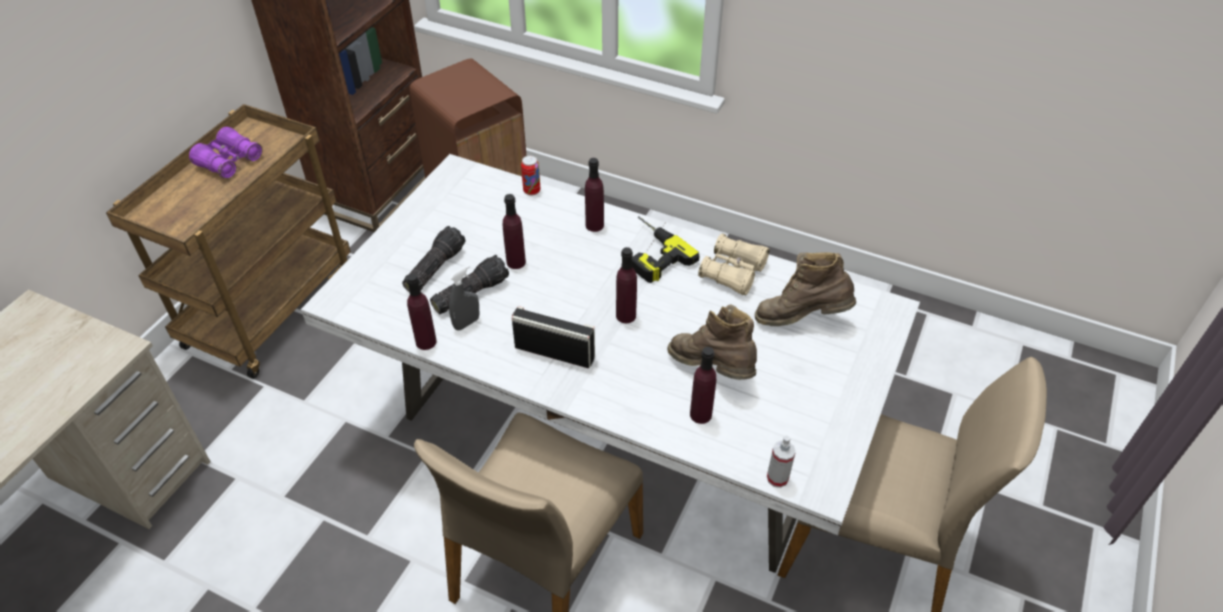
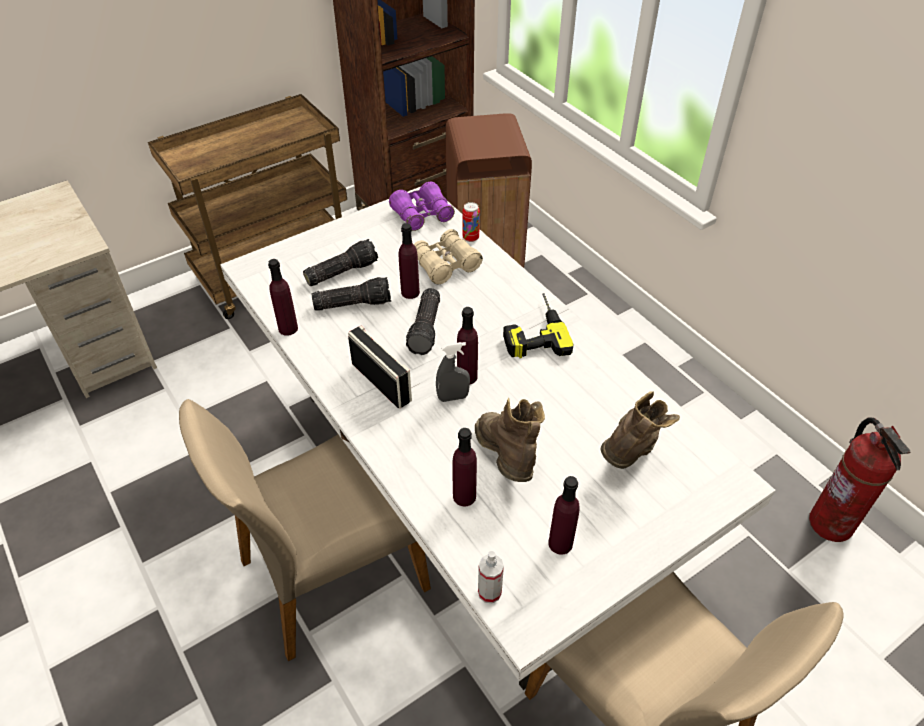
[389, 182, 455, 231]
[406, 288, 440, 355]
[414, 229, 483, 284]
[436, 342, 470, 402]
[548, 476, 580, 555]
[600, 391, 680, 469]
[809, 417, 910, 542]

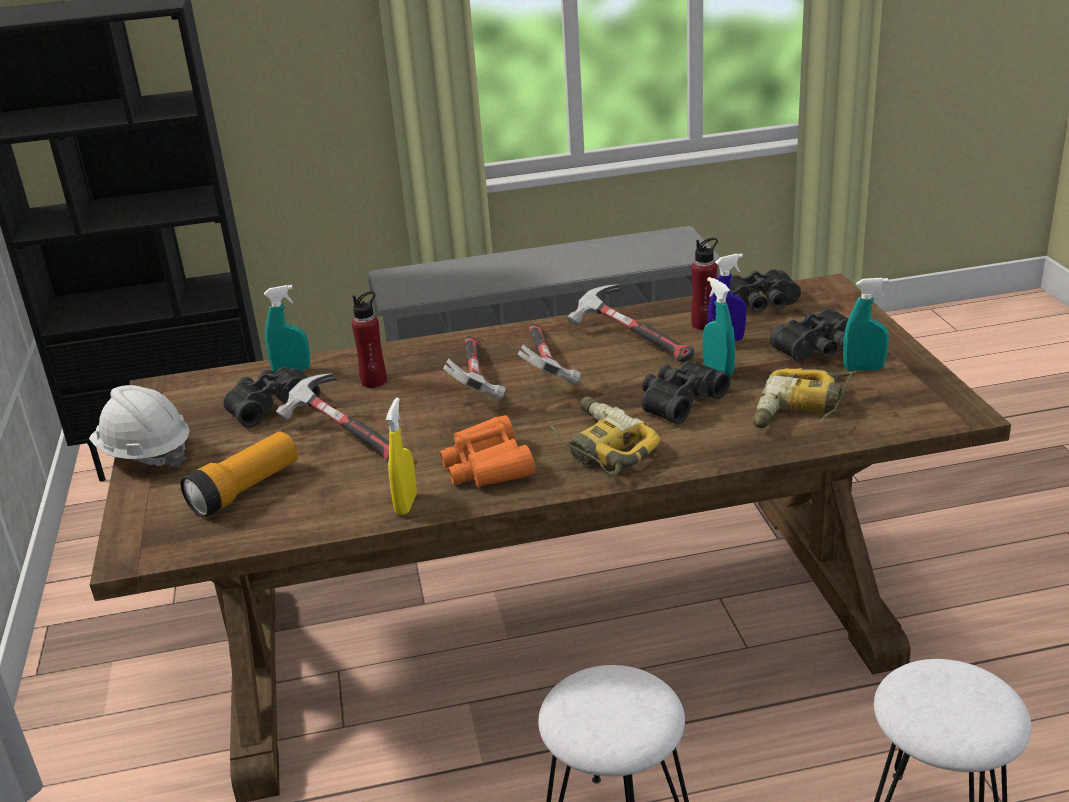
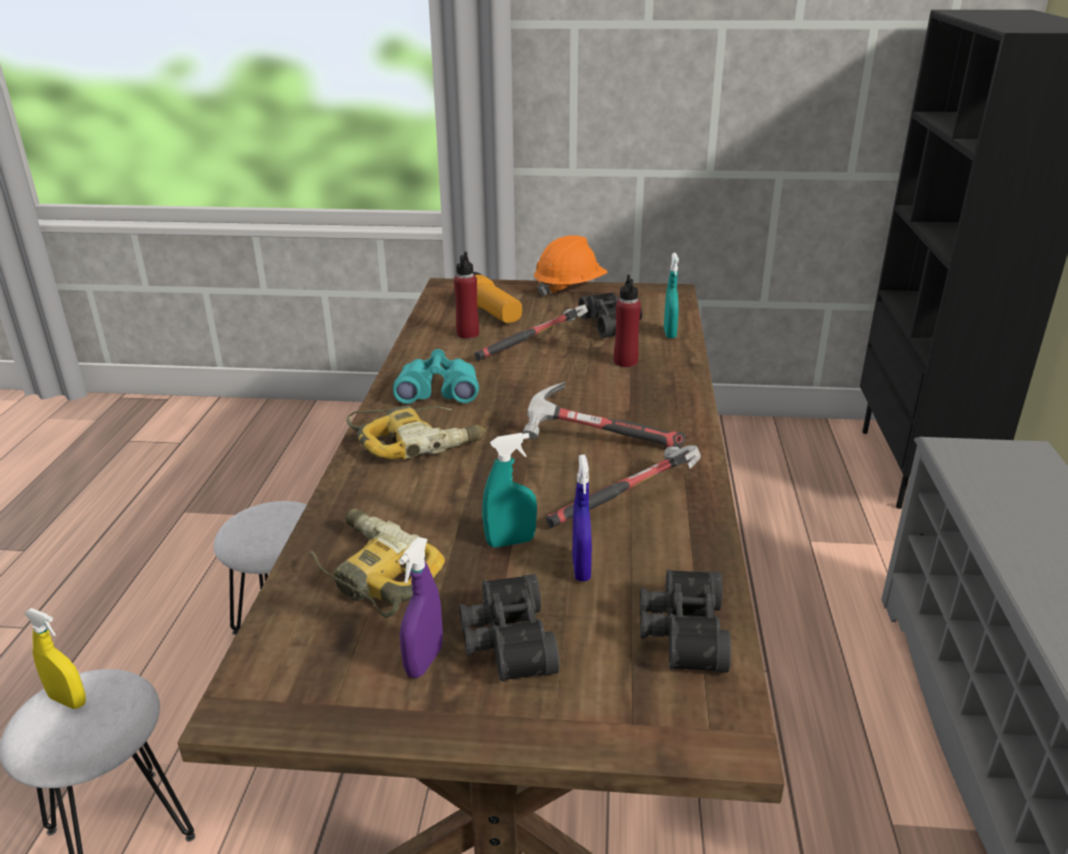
[24, 608, 86, 709]
[393, 349, 479, 404]
[399, 537, 443, 678]
[454, 252, 479, 339]
[534, 235, 608, 297]
[443, 336, 506, 401] (first image)
[642, 361, 730, 424] (first image)

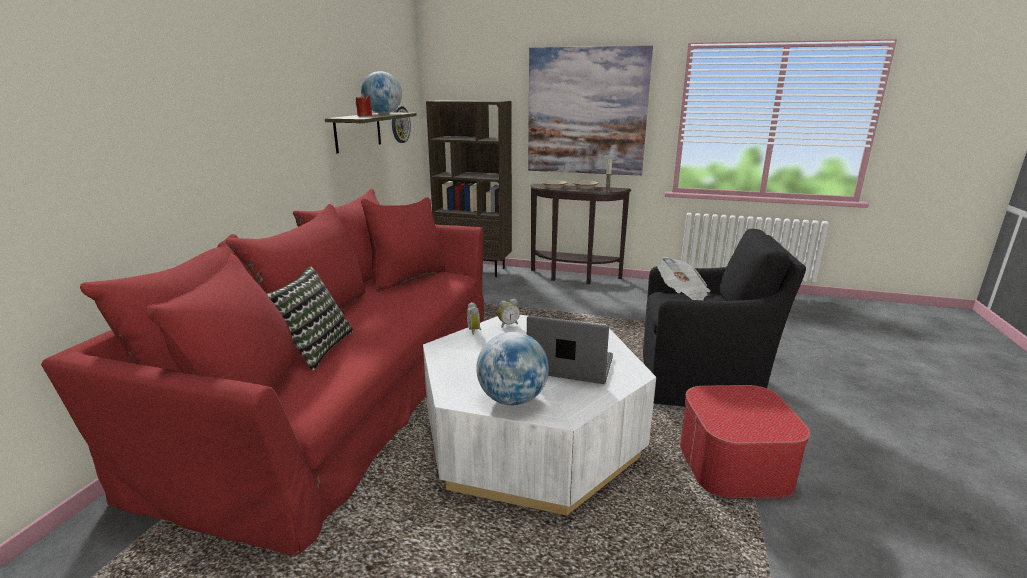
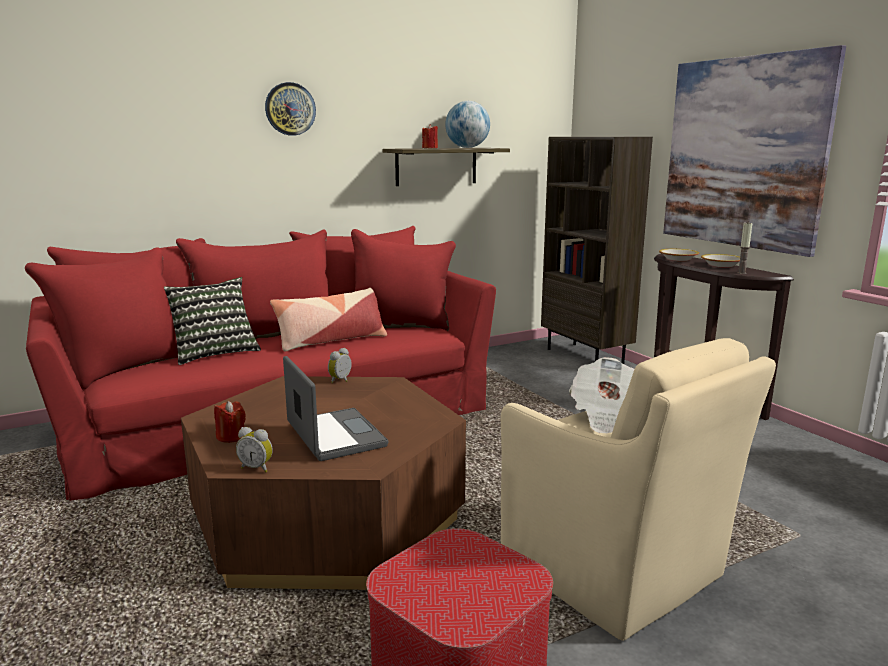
[181, 376, 466, 590]
[214, 401, 246, 443]
[236, 427, 273, 473]
[265, 82, 316, 135]
[270, 288, 387, 351]
[501, 338, 776, 641]

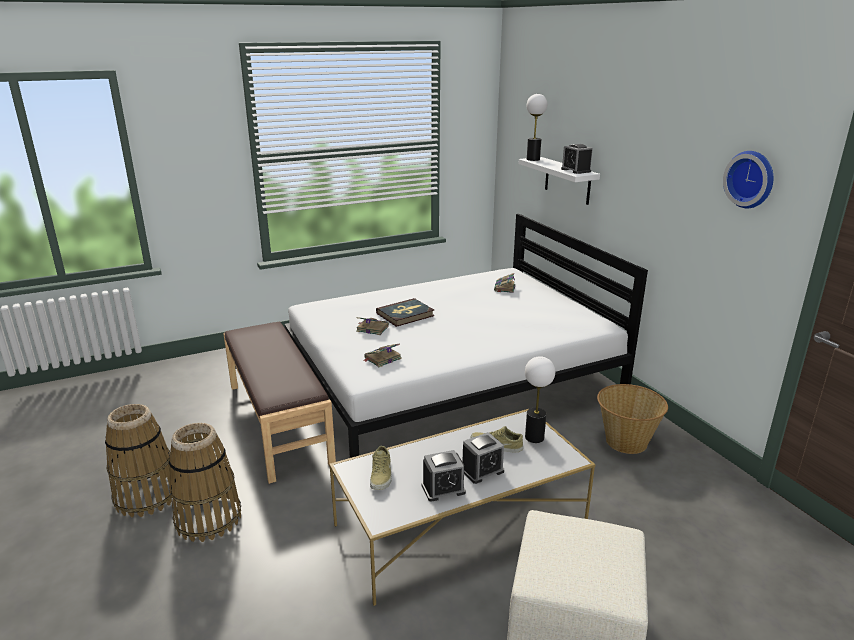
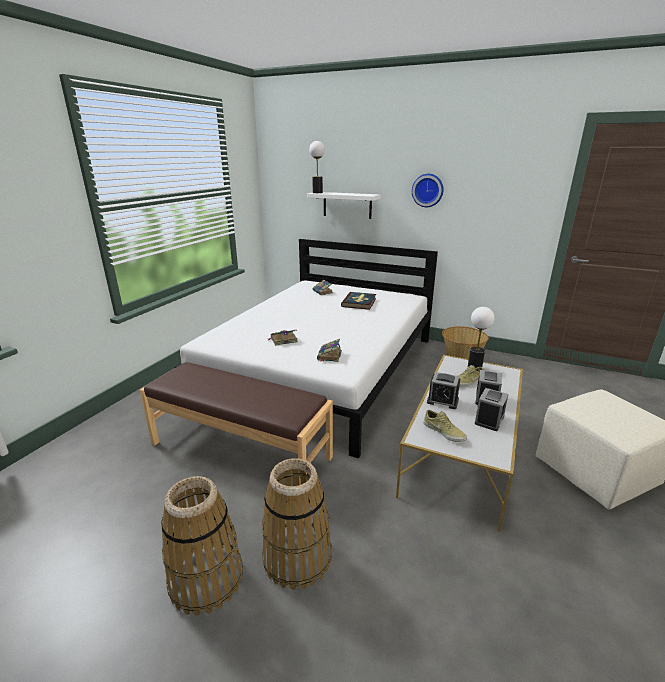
[341, 292, 376, 310]
[412, 174, 444, 207]
[427, 372, 460, 409]

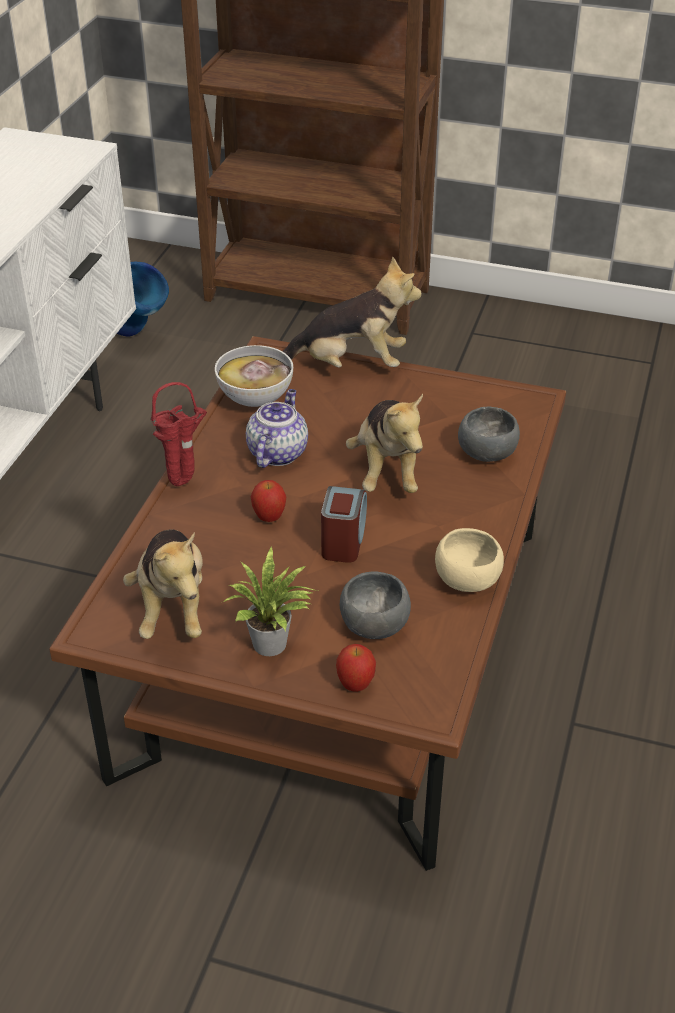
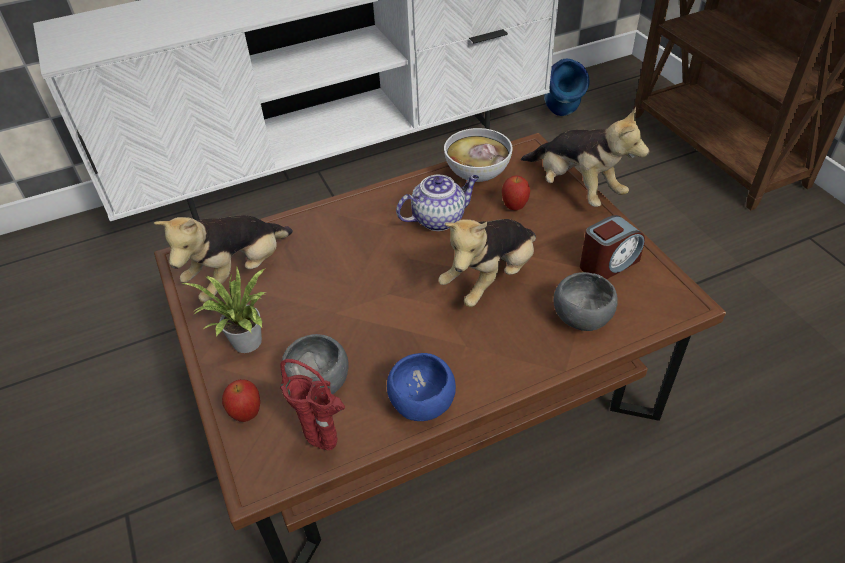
[280, 359, 345, 450]
[387, 353, 456, 421]
[502, 175, 530, 210]
[580, 215, 645, 279]

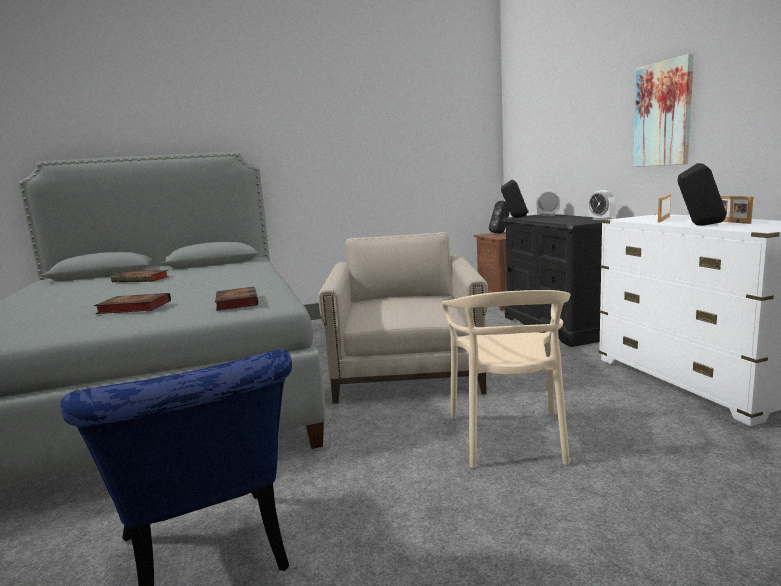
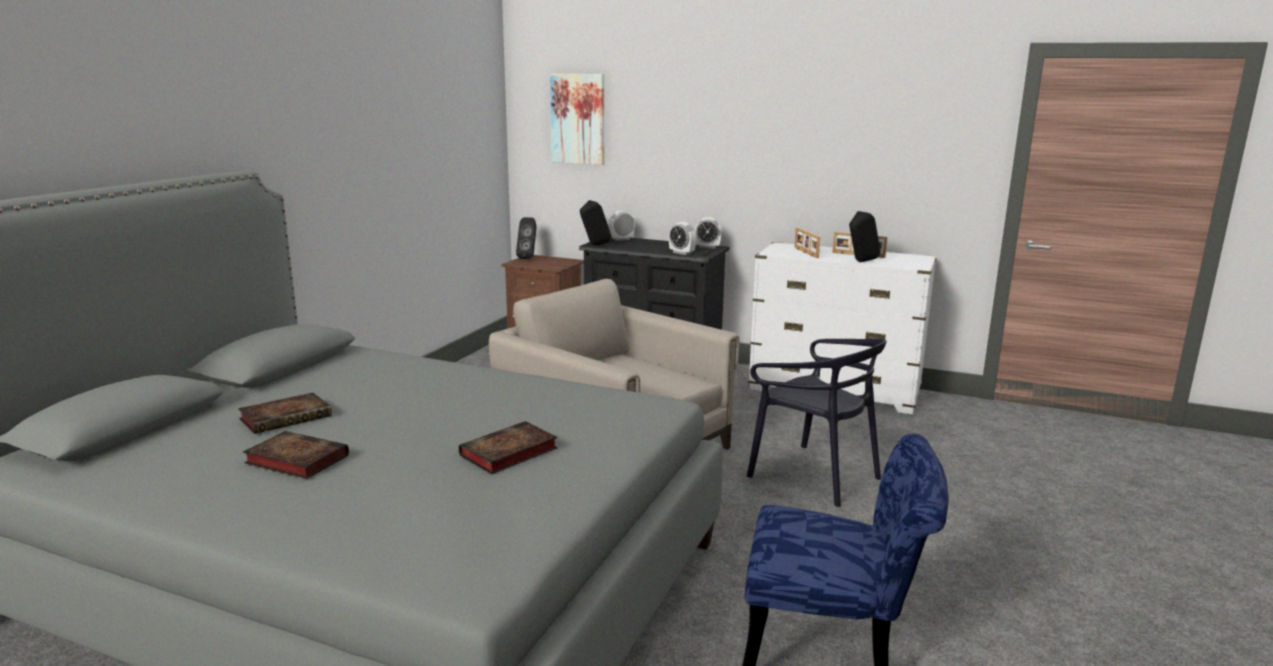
[243, 431, 349, 479]
[550, 73, 604, 165]
[669, 222, 696, 255]
[747, 339, 887, 507]

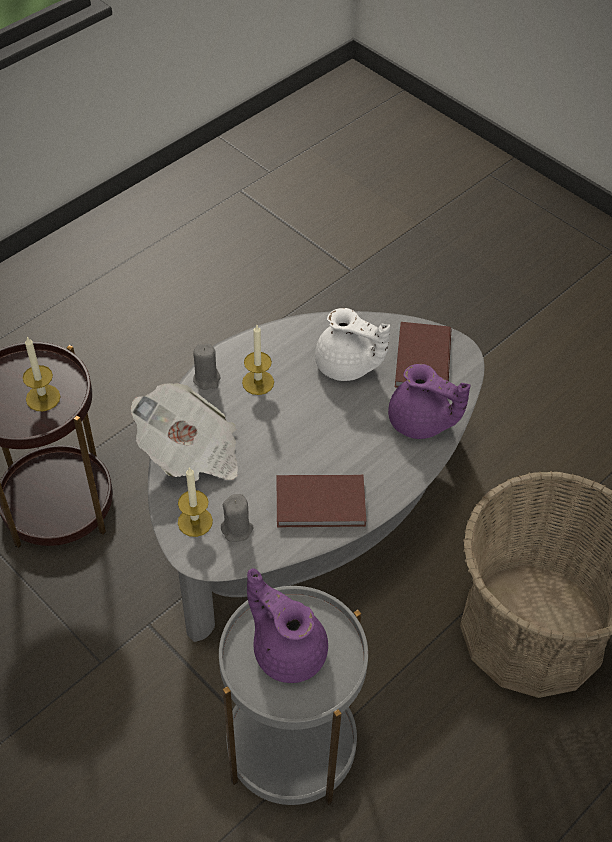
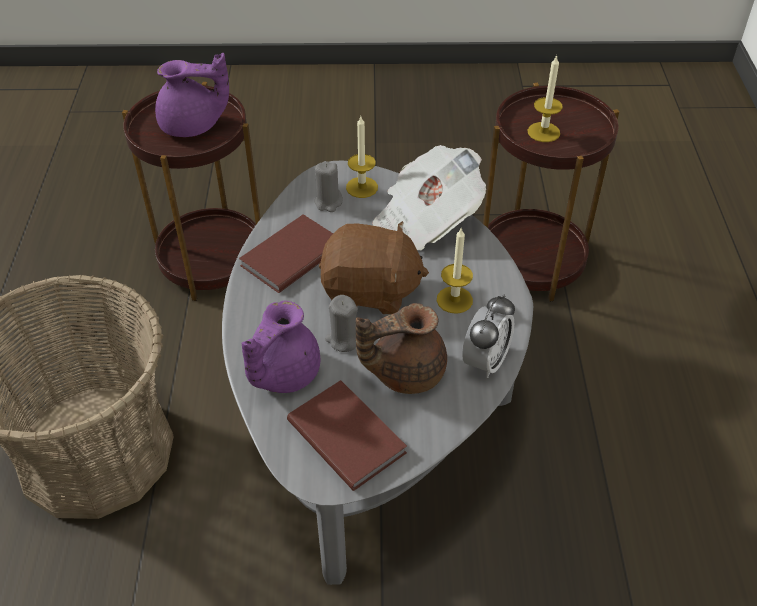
[122, 82, 261, 301]
[242, 301, 320, 393]
[319, 221, 429, 315]
[325, 295, 358, 352]
[356, 303, 447, 394]
[462, 295, 515, 378]

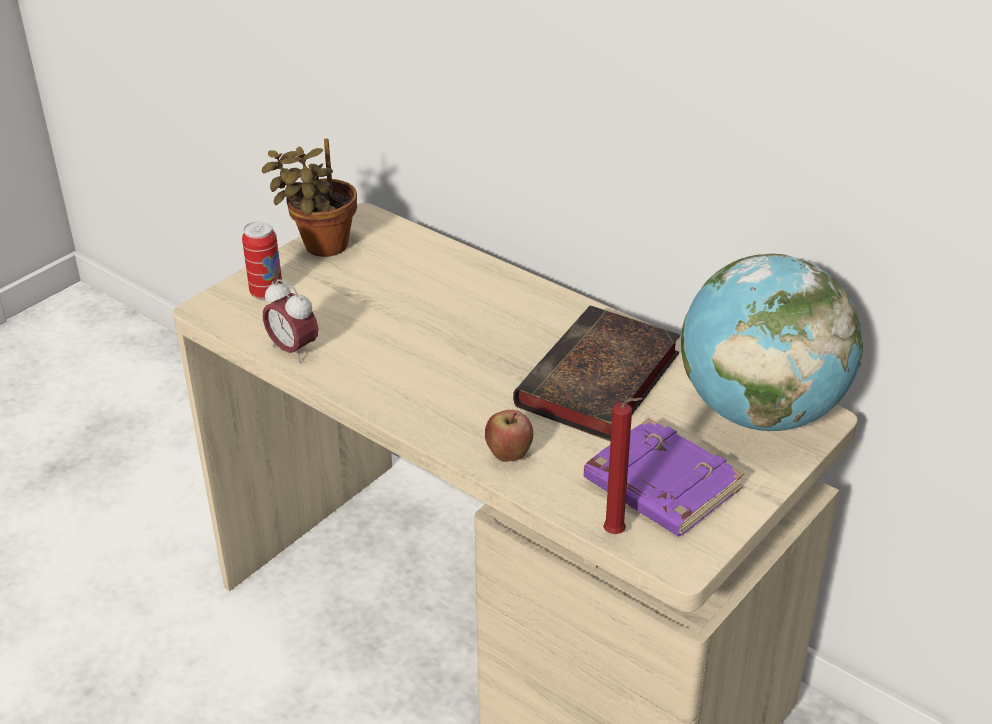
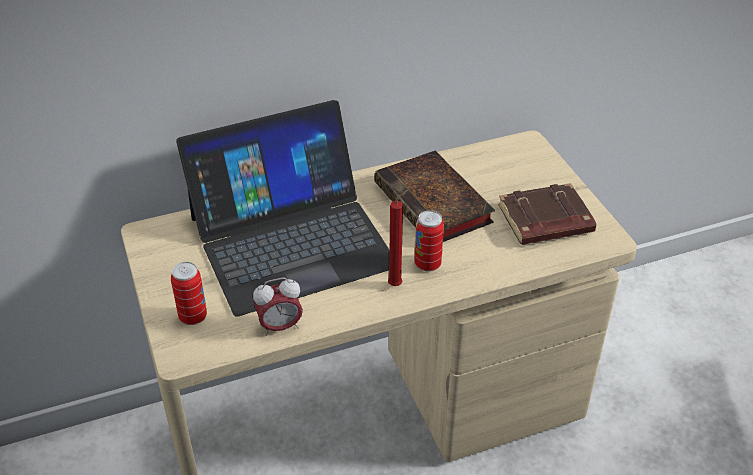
[176, 100, 390, 317]
[388, 190, 408, 286]
[415, 210, 444, 271]
[498, 183, 596, 245]
[262, 139, 357, 257] (first image)
[485, 410, 533, 462] (first image)
[681, 253, 863, 431] (first image)

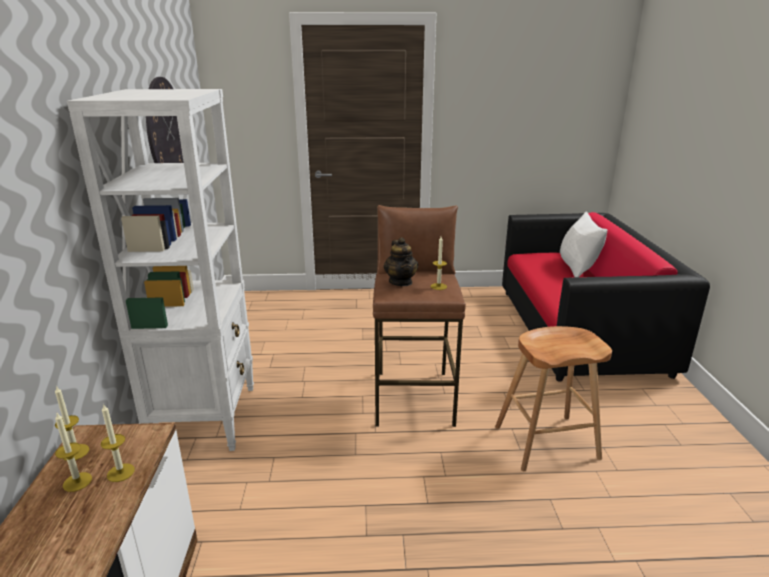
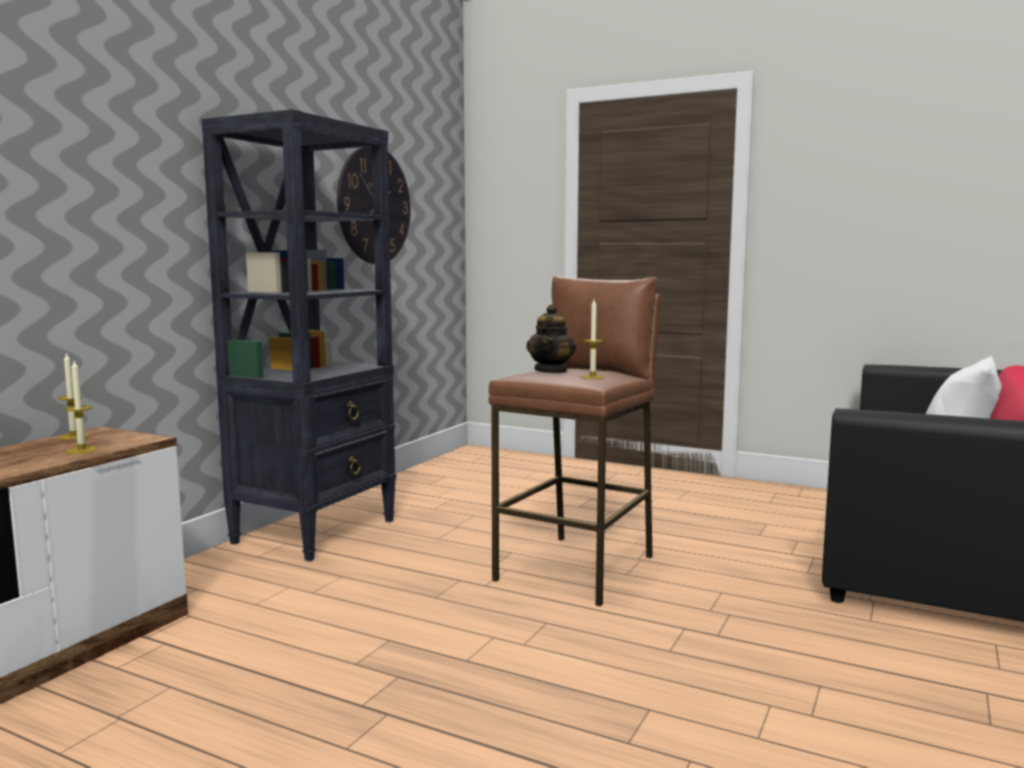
[202, 109, 396, 561]
[55, 413, 92, 492] (first image)
[495, 326, 612, 471] (first image)

